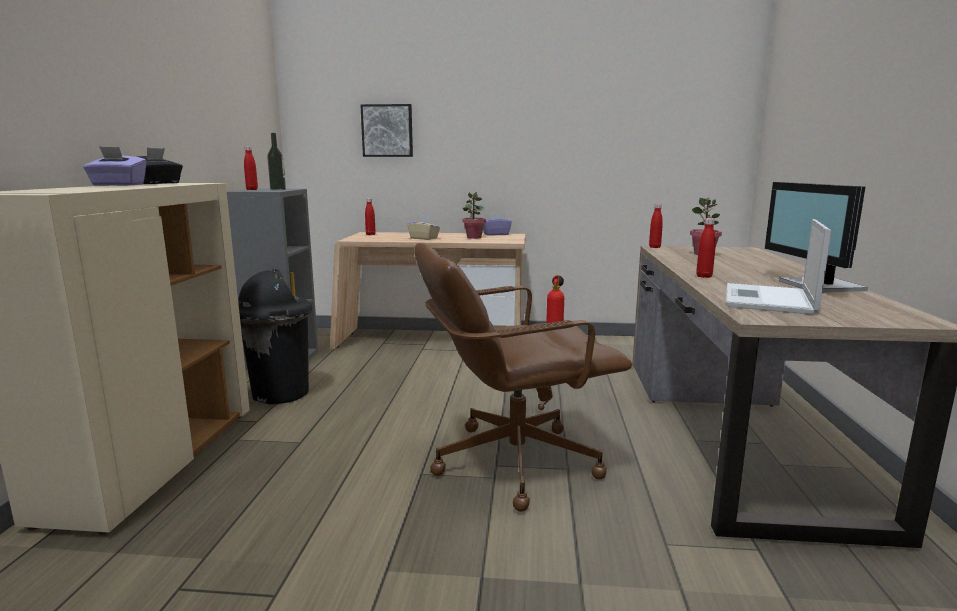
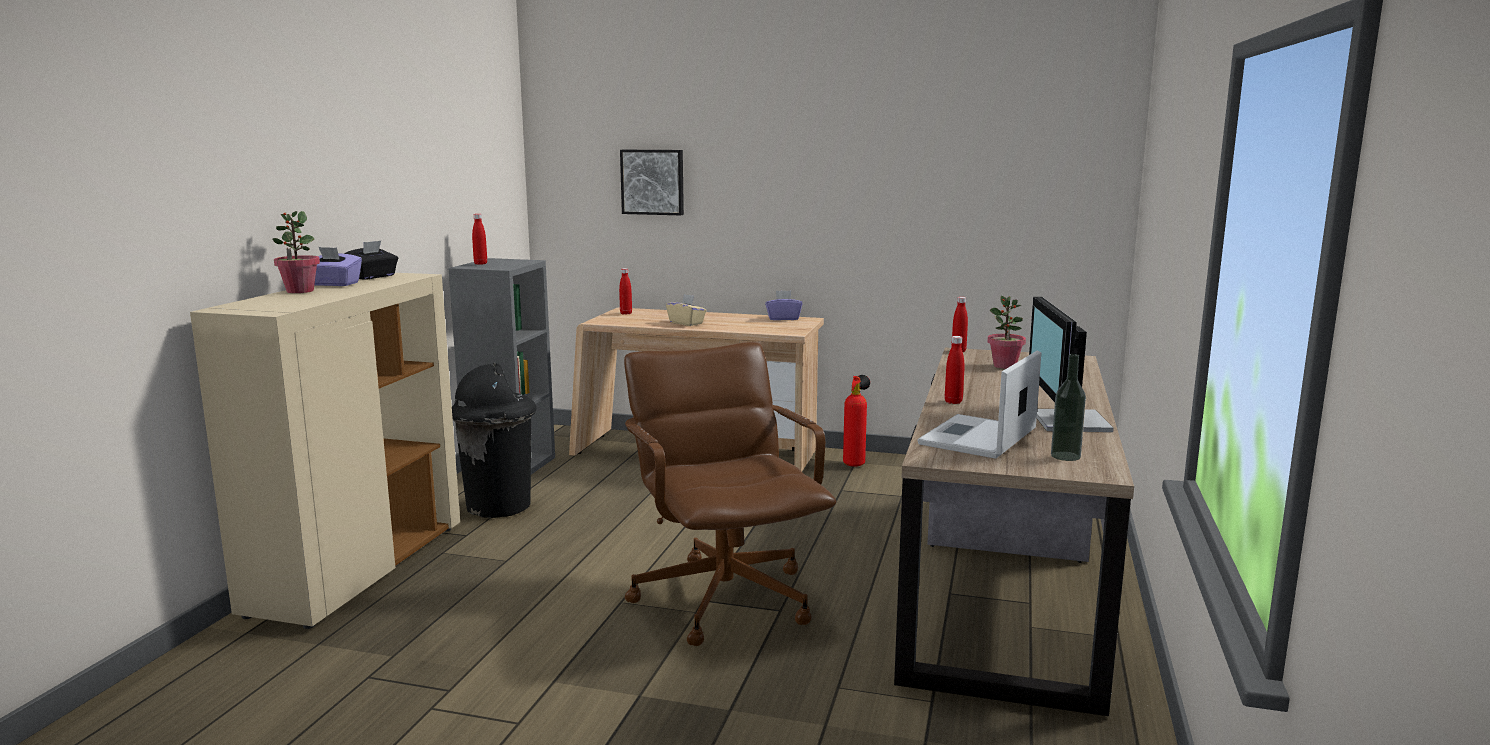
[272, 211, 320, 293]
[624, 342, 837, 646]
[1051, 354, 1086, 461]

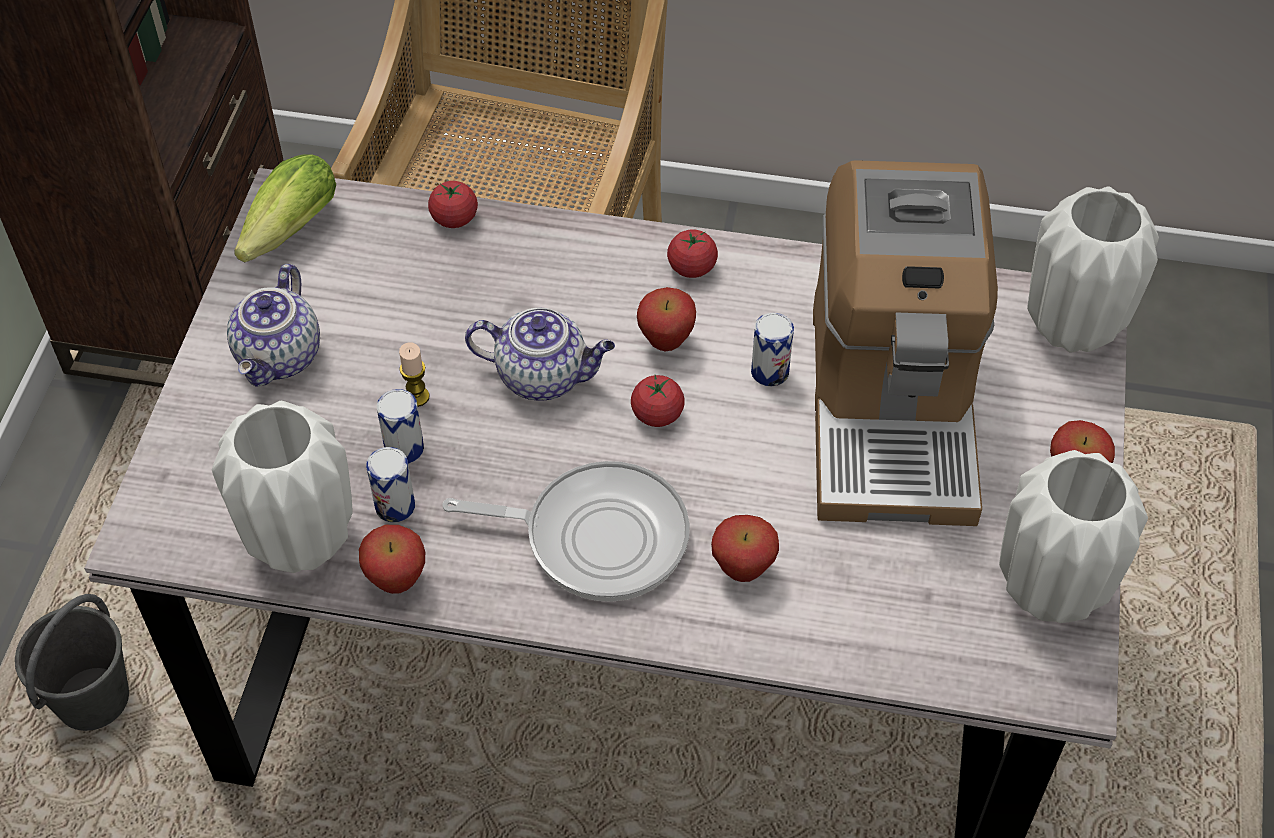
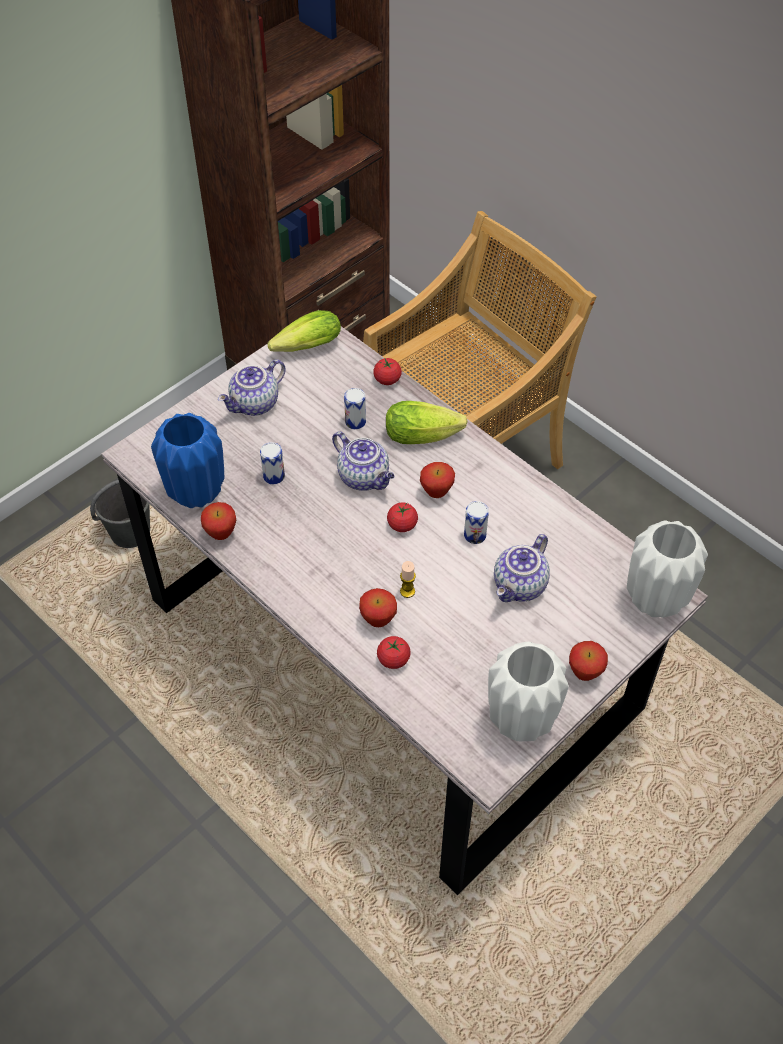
[151, 413, 224, 508]
[344, 388, 366, 429]
[377, 636, 410, 669]
[386, 401, 467, 444]
[400, 561, 416, 598]
[494, 534, 550, 602]
[443, 461, 690, 602] (first image)

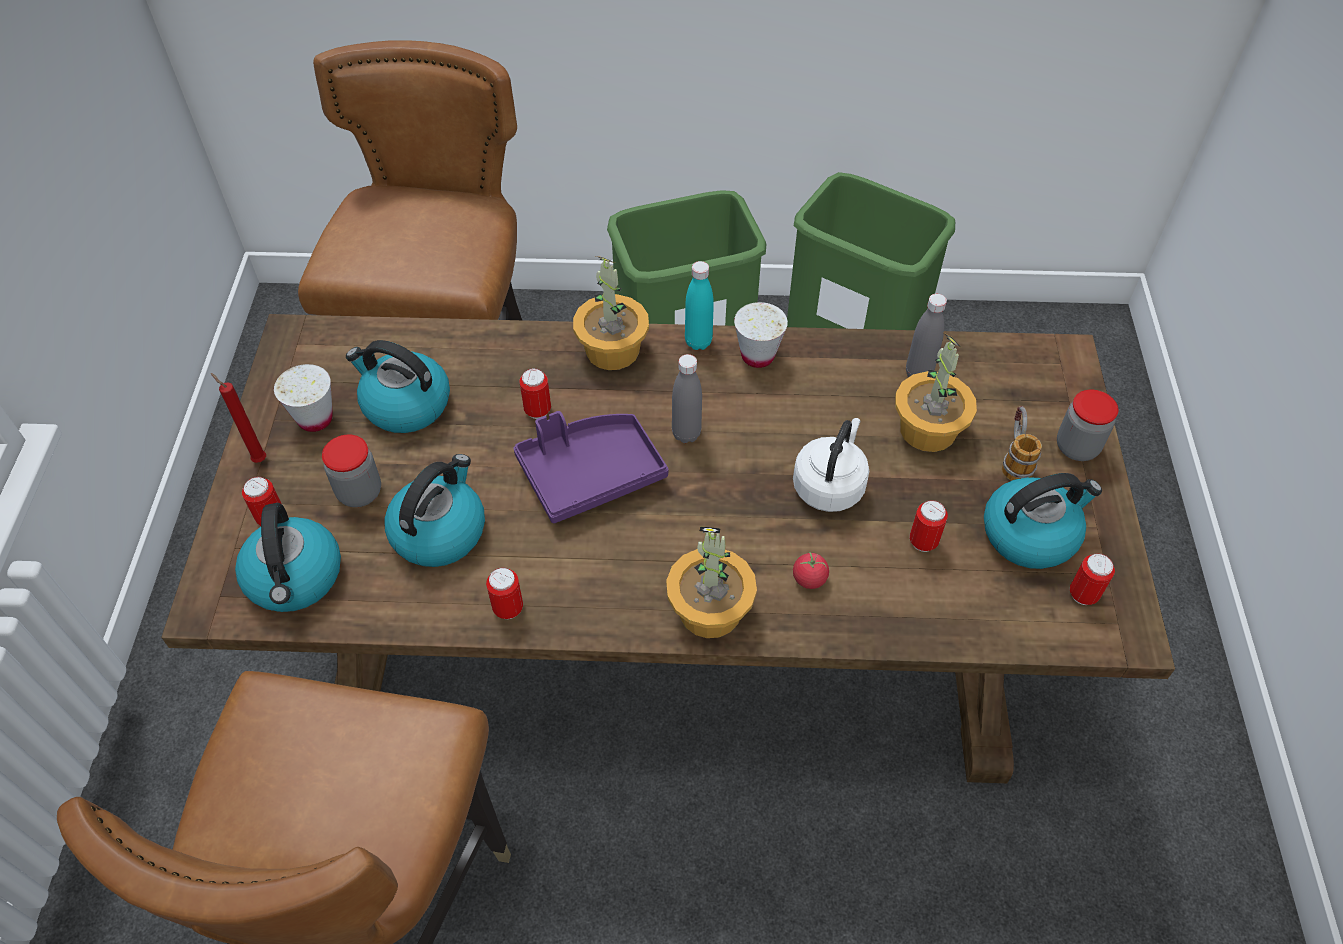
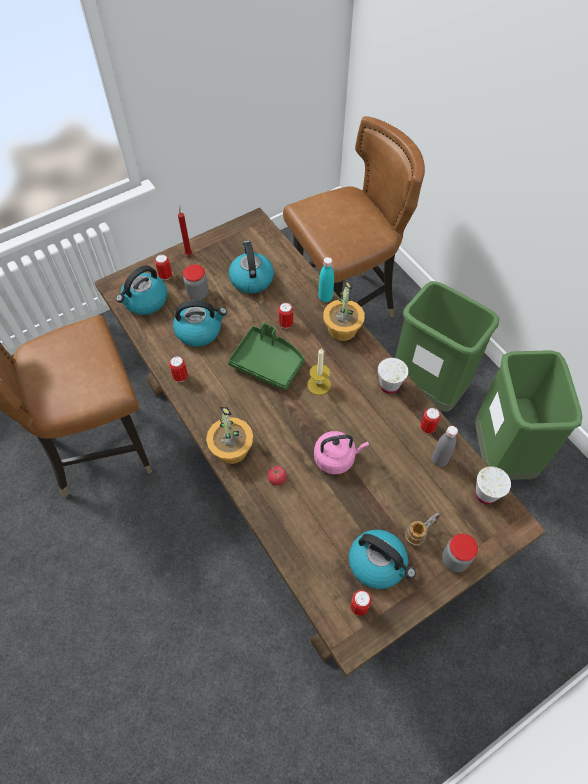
[228, 323, 305, 391]
[307, 348, 331, 395]
[314, 431, 369, 474]
[318, 257, 334, 302]
[420, 408, 441, 433]
[475, 466, 511, 504]
[895, 333, 977, 452] (first image)

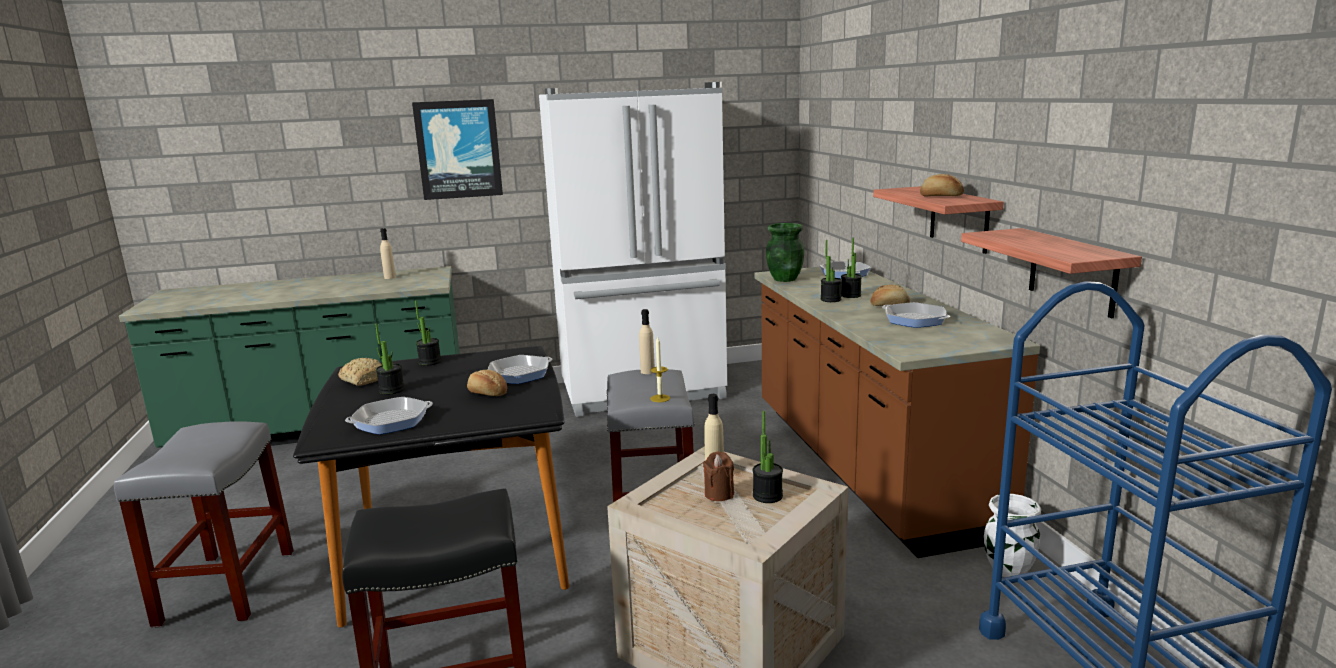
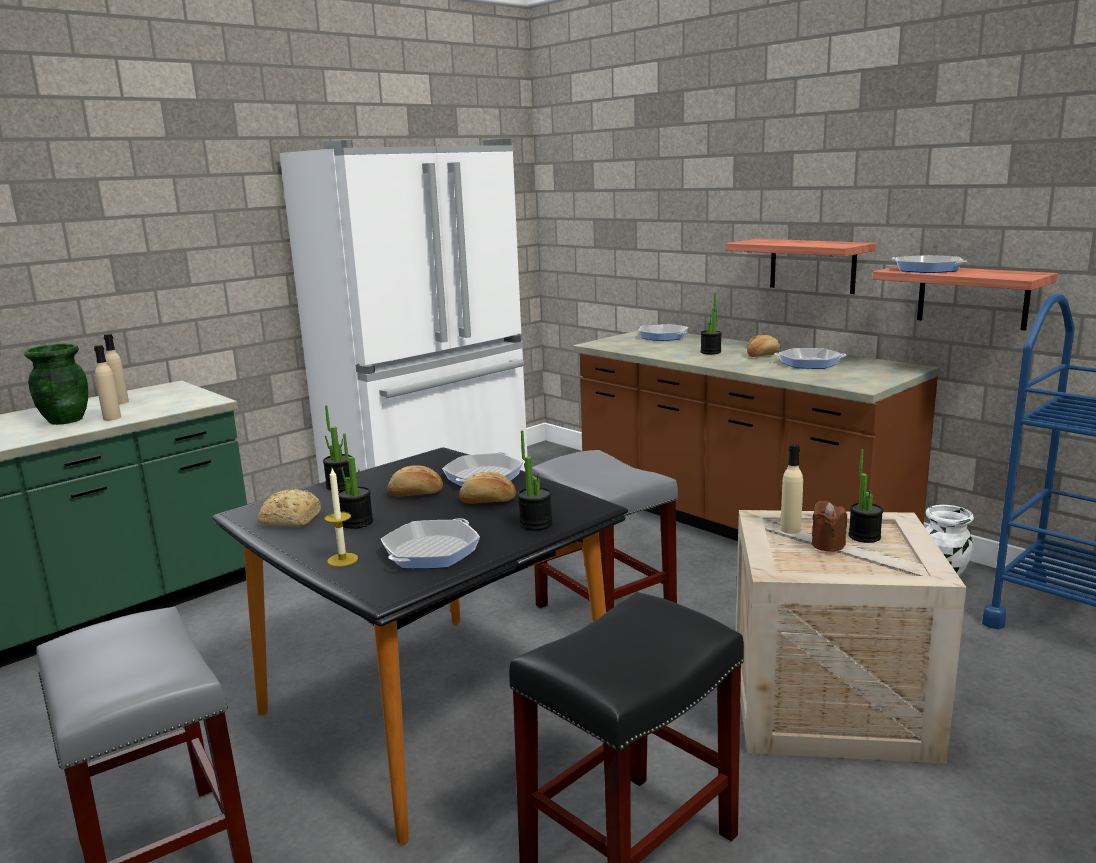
[24, 344, 88, 425]
[94, 345, 121, 421]
[325, 468, 358, 567]
[387, 465, 443, 497]
[518, 431, 553, 531]
[892, 255, 967, 273]
[412, 99, 503, 200] (first image)

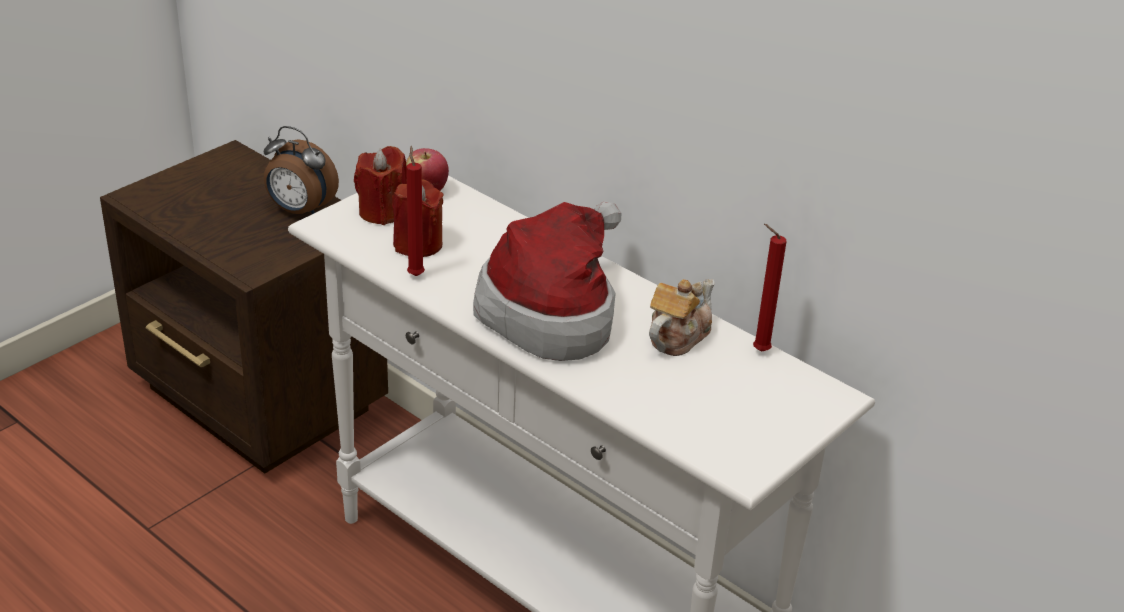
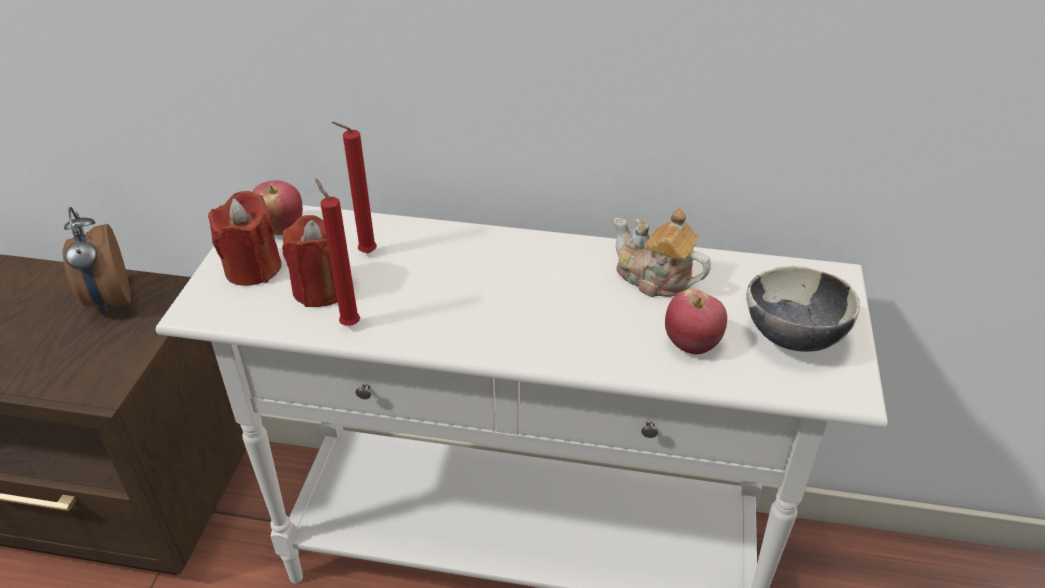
[62, 207, 131, 315]
[331, 122, 377, 253]
[614, 208, 711, 297]
[665, 289, 727, 354]
[747, 266, 860, 352]
[473, 201, 621, 361] (first image)

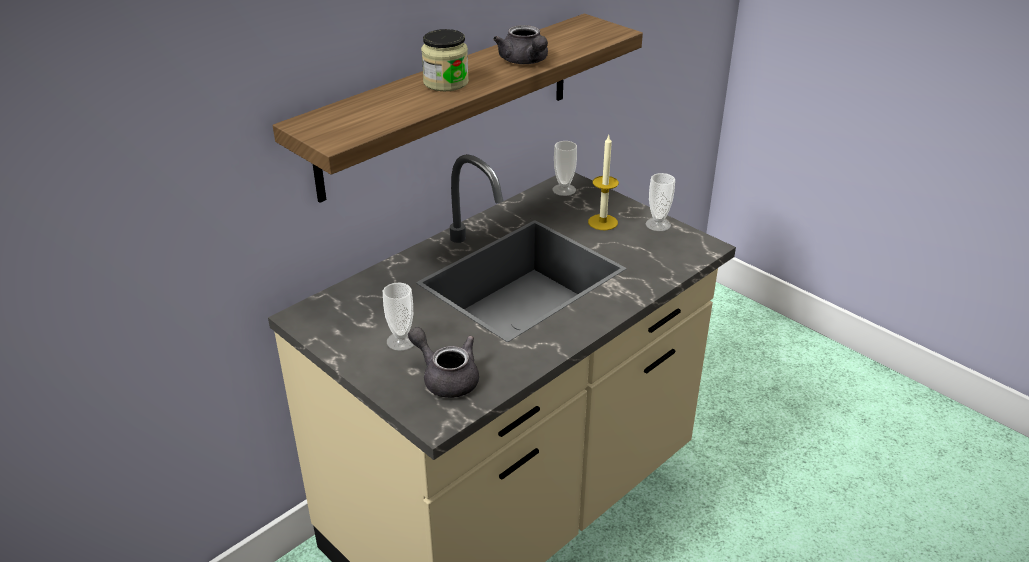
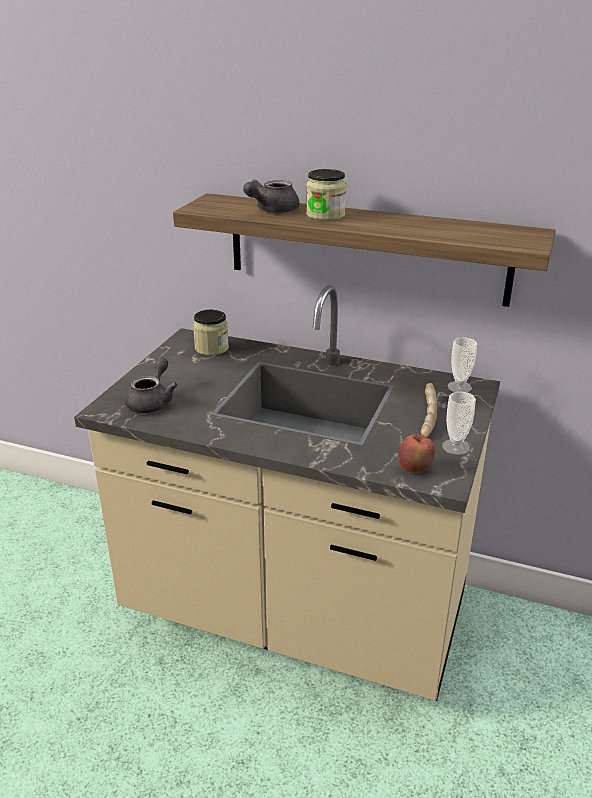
[193, 310, 229, 356]
[243, 179, 299, 213]
[398, 434, 435, 473]
[421, 383, 437, 437]
[383, 282, 415, 351] (first image)

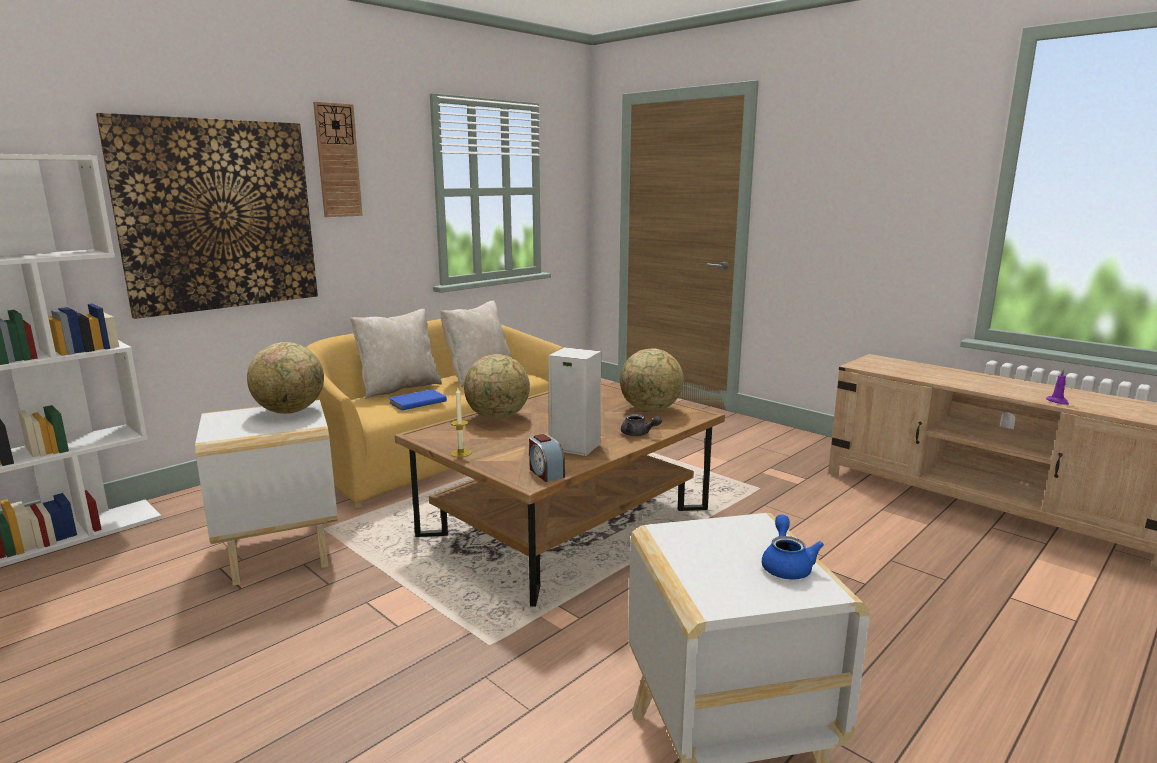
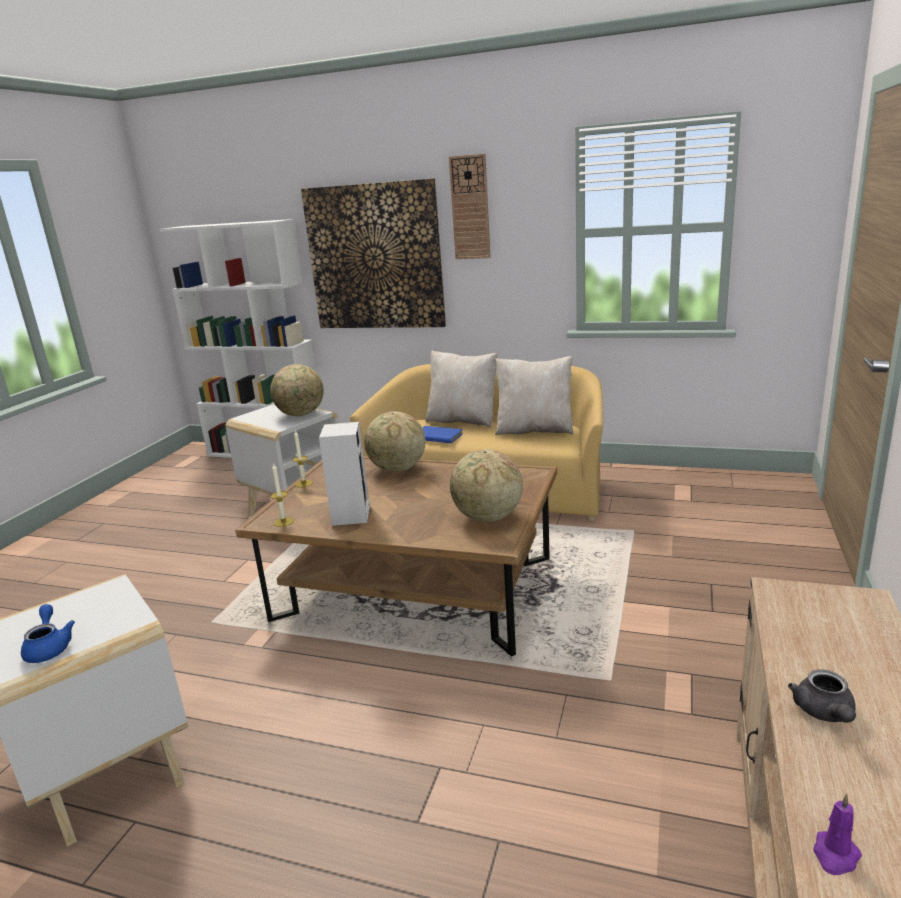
[21, 604, 75, 663]
[270, 463, 294, 527]
[788, 669, 856, 723]

